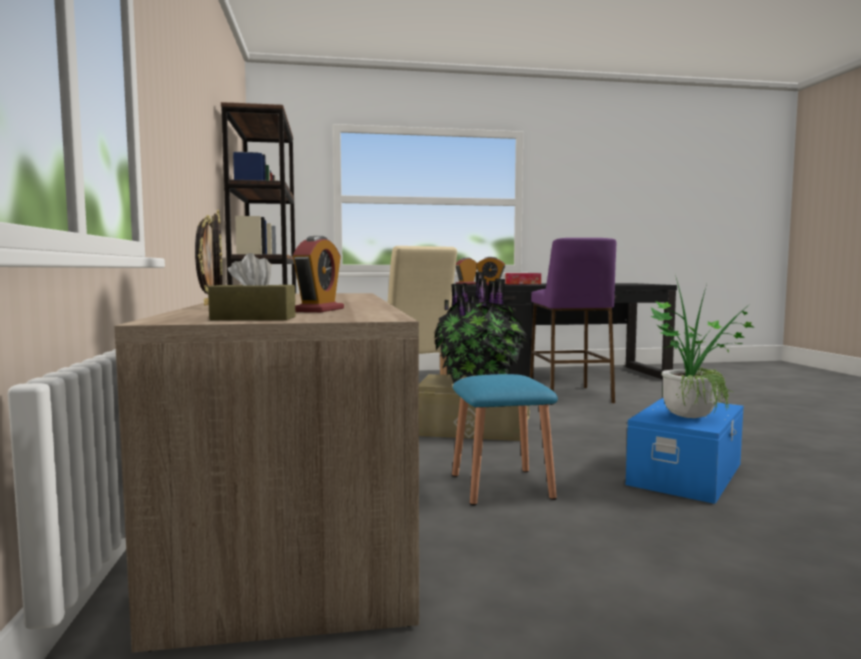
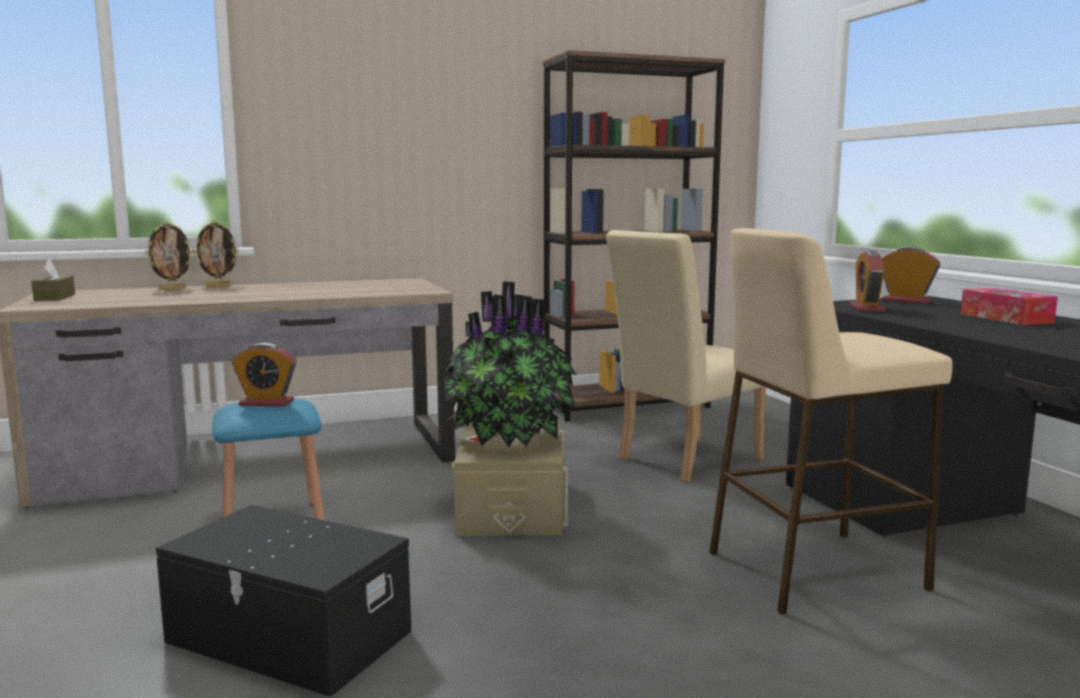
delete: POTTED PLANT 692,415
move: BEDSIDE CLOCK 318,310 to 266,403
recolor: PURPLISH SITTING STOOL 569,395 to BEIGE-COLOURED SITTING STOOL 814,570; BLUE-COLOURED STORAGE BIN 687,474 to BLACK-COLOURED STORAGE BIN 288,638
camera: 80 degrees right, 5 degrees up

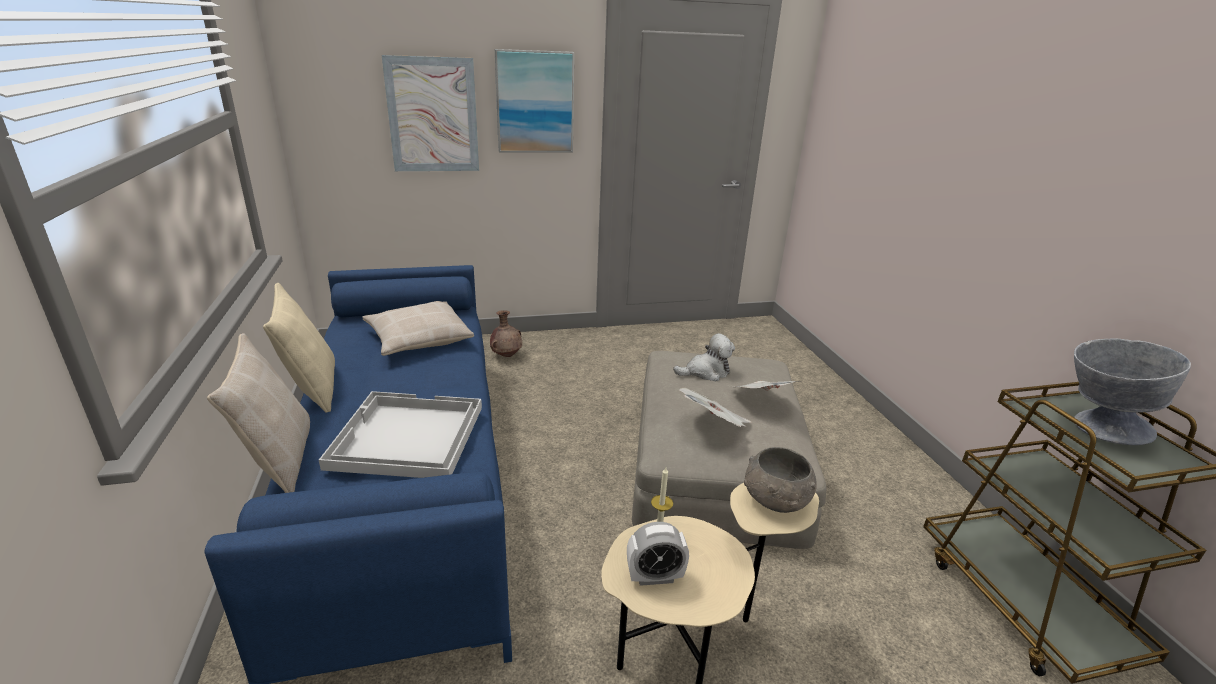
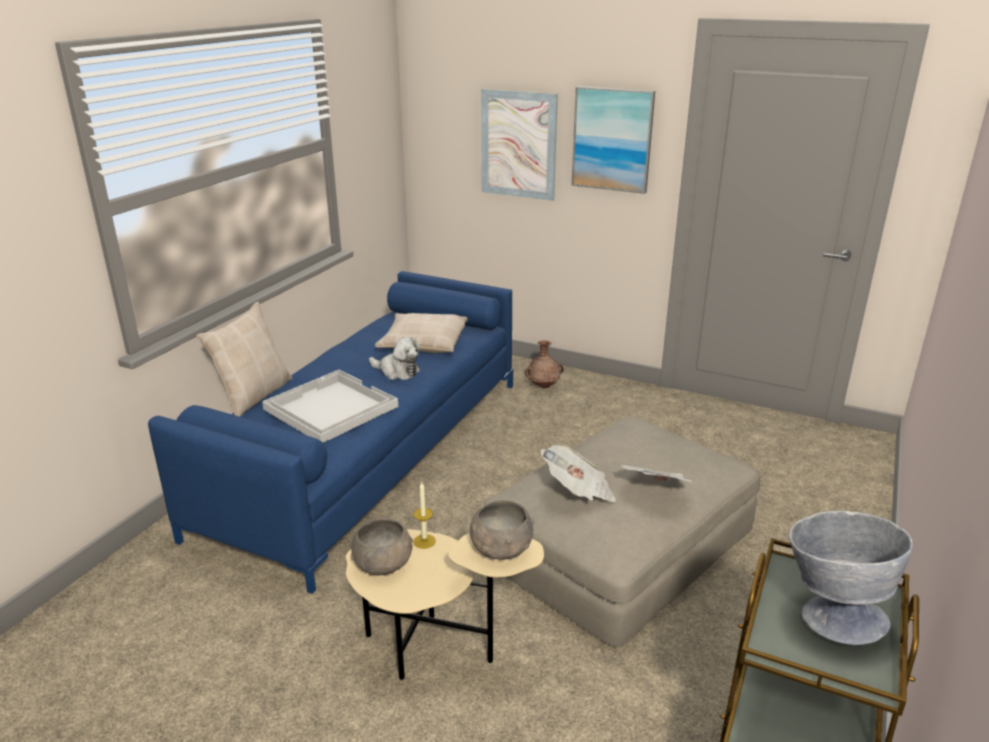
delete: BEIGE-COLOURED CUSHION 312,388
move: CUDDLY TOY 706,372 to 397,371
replace: BEDSIDE CLOCK 655,577 to GREY DEEP DISH 384,564
camera: 40 degrees right, 0 degrees up

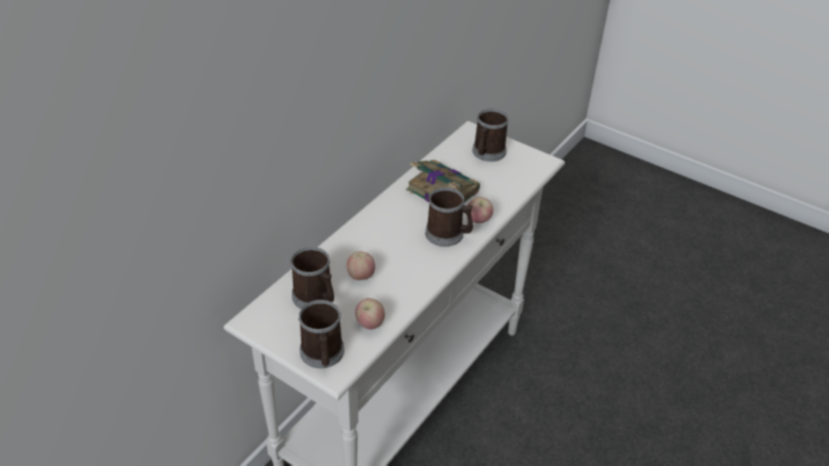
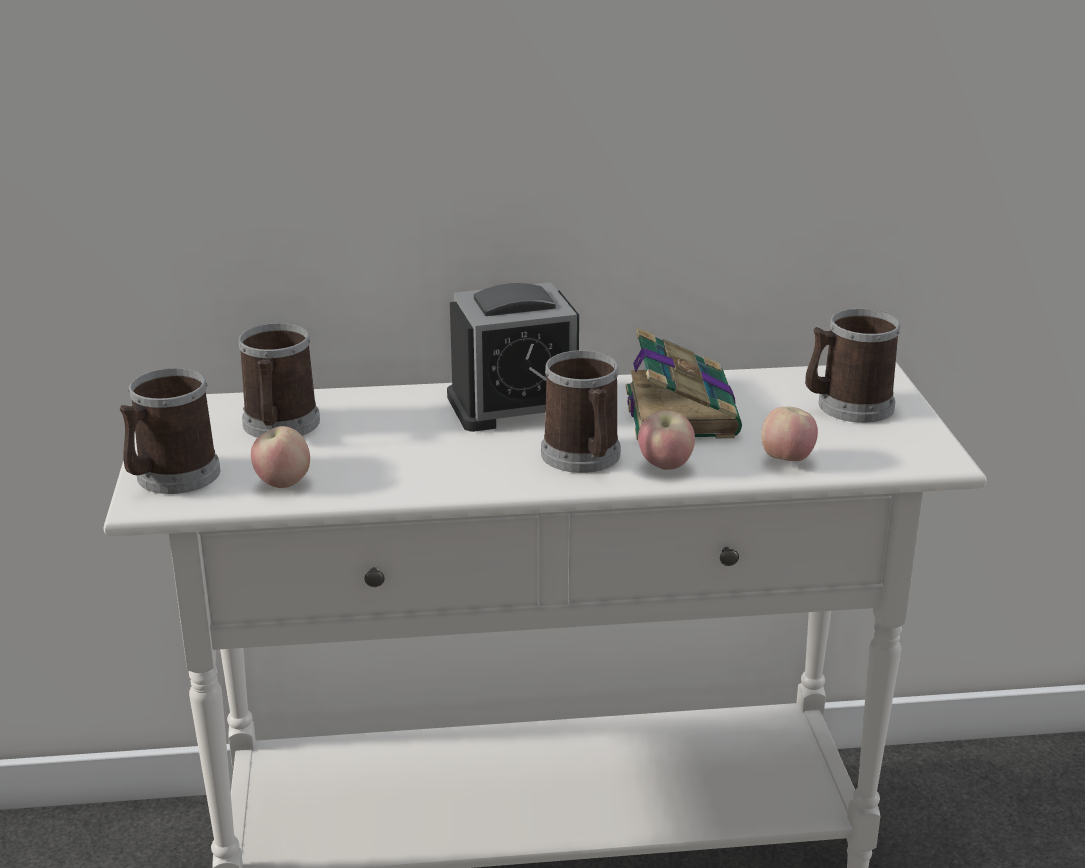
insert: BEDSIDE CLOCK 515,405
move: WHOLE APPLE 360,276 to 787,460
camera: 50 degrees right, 15 degrees down

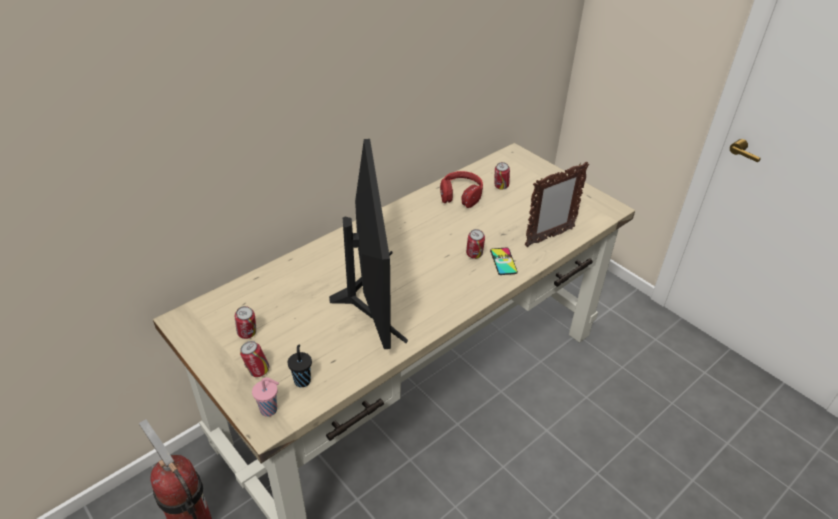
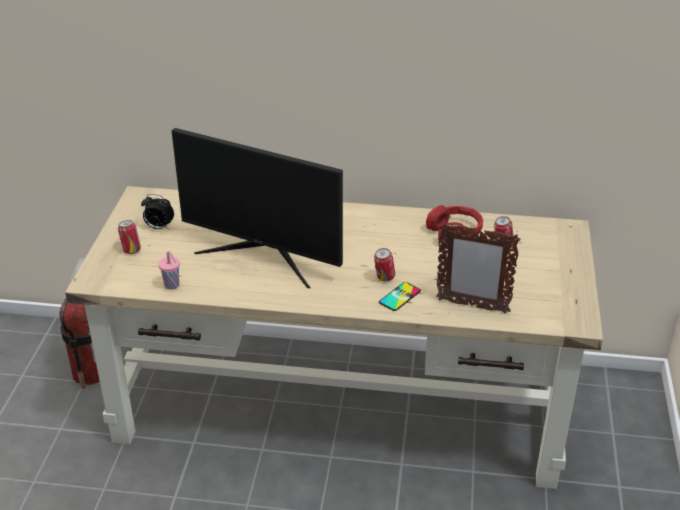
delete: BLACK-COLOURED CUP 302,380
move: PINKISH CUP 270,410 to 172,285
replace: METAL CAN 248,334 to BEDSIDE CLOCK 159,227
rotate: MONITOR 370,296 = 264,255 75 degrees clockwise
camera: 50 degrees right, 5 degrees down

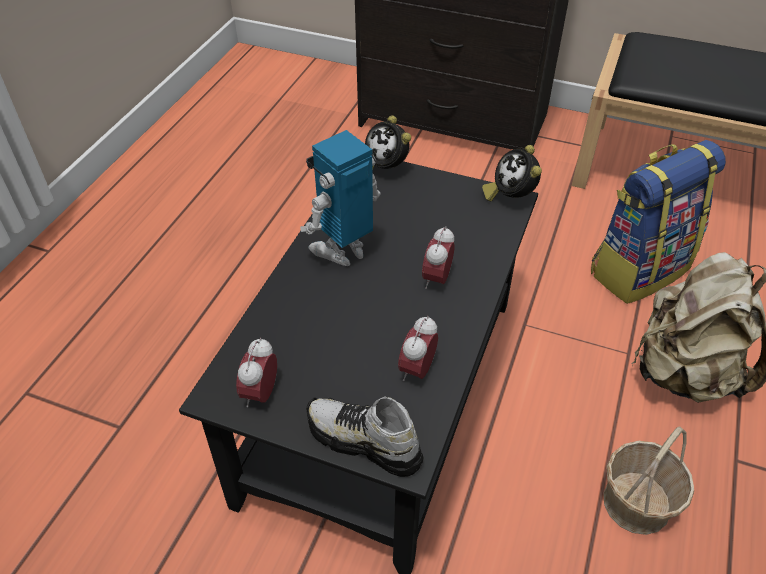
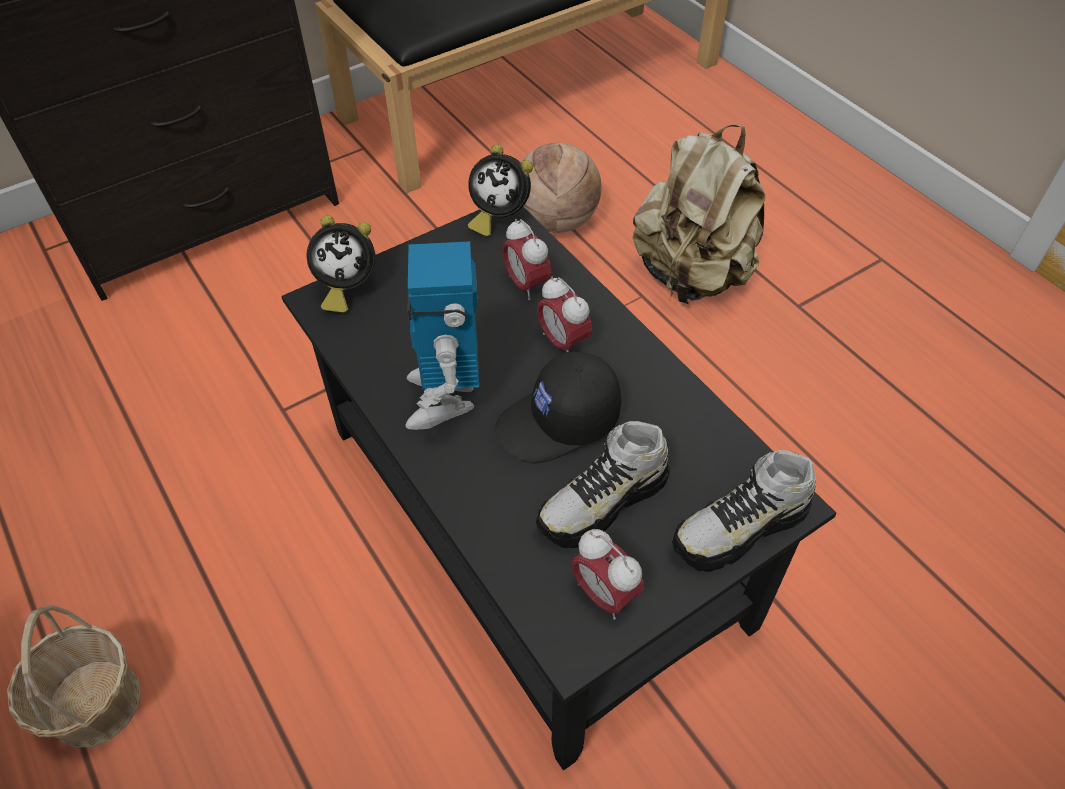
insert: BLACK-COLOURED BASEBALL CAP 558,423; LOW SHOE 603,503
move: BEDSIDE CLOCK 417,370 to 526,284; STORAGE BASKET 635,503 to 95,704
replace: RUCKSACK 638,269 to BASKETBALL 556,222
camera: 55 degrees left, 5 degrees up

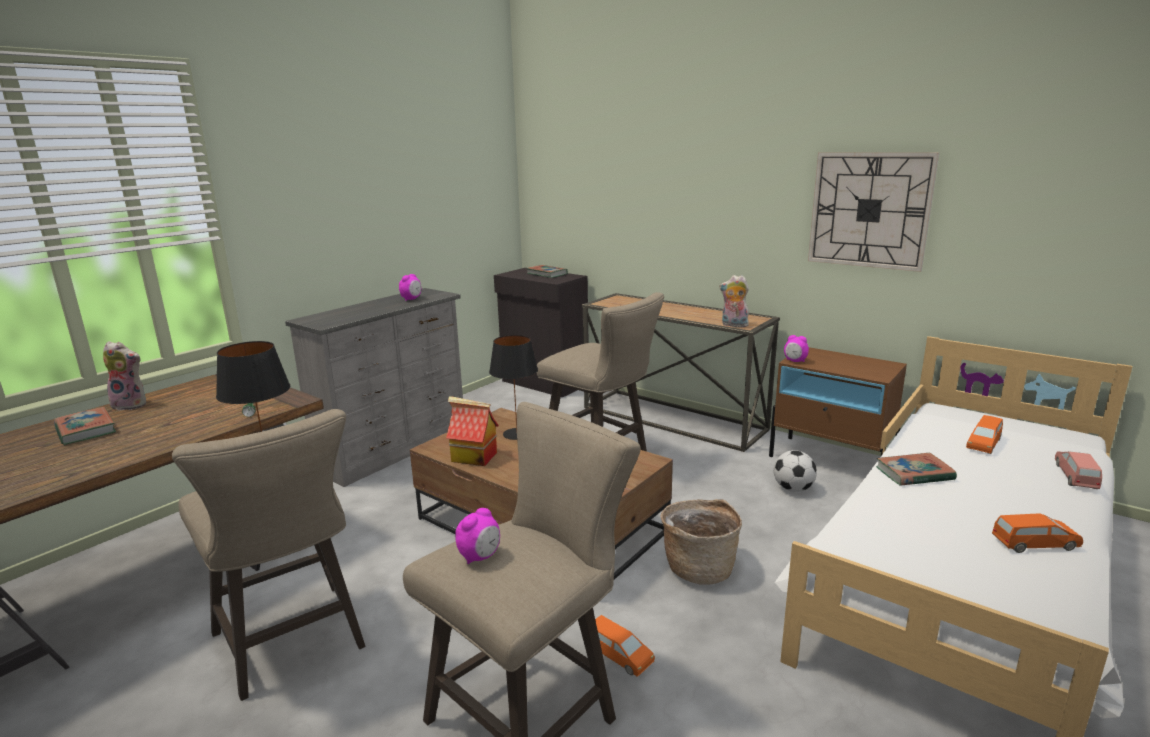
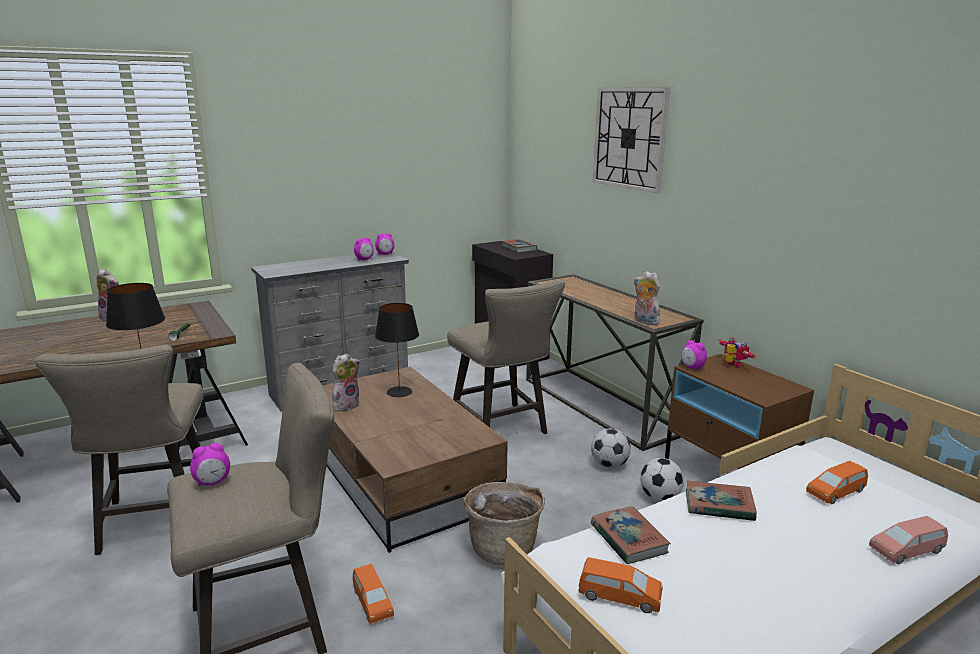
insert: BEDSIDE CLOCK 385,254; BALL FOR FOOTBALL 609,465; ROBOT FIGURE 732,365
move: VOLUME 85,430 to 628,539; CLOCK ON THE WALL 869,210 to 629,138; ORANGEY MODEL CAR 1034,544 to 619,596
replace: MODEL HOUSE 473,457 to CUDDLY TOY 346,405
rotate: PINKISH MODEL CAR 1076,477 = 906,550 150 degrees counterclockwise
camera: 20 degrees right, 0 degrees up

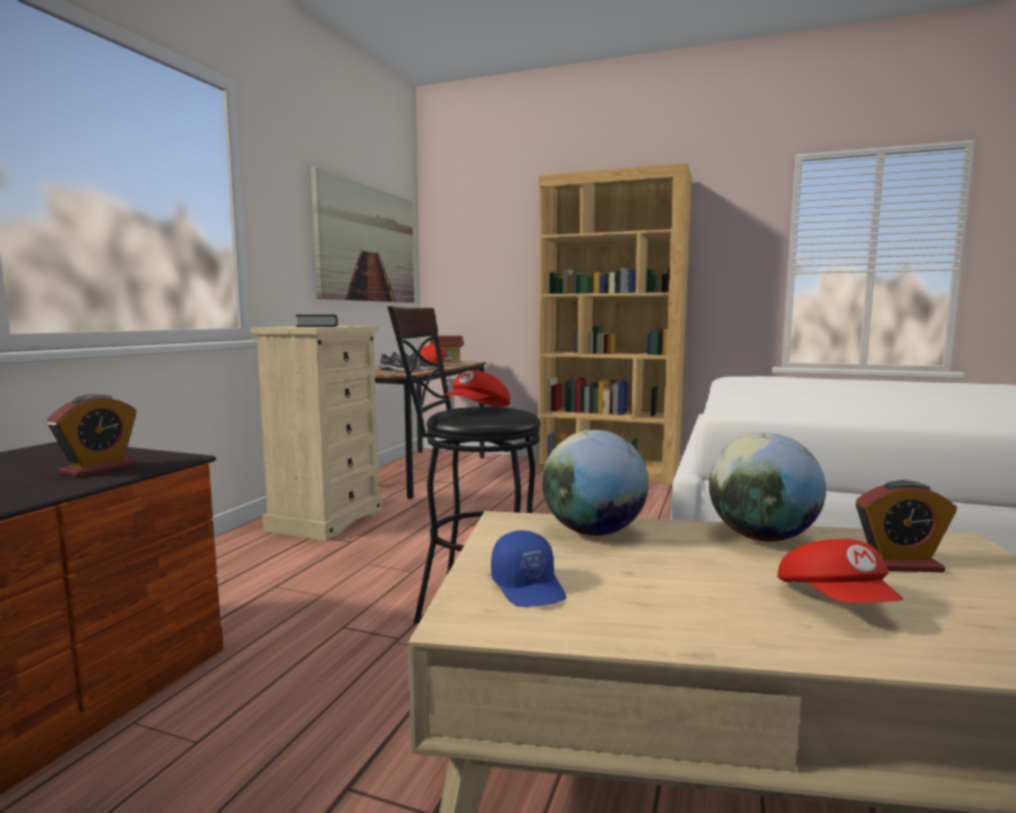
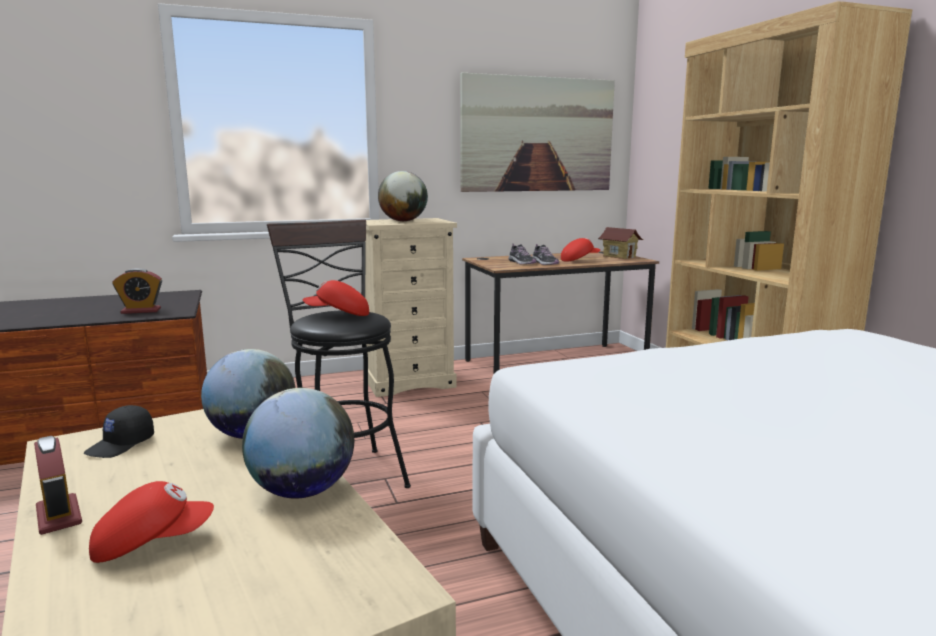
move: BEDSIDE CLOCK 899,564 to 59,515
replace: BLACK-COLOURED VOLUME 316,326 to WORLD GLOBE 403,221
recolor: BLUE-COLOURED BASEBALL CAP 529,587 to BLACK-COLOURED BASEBALL CAP 121,445
rotate: RED BASEBALL CAP 836,602 = 152,543 150 degrees counterclockwise
camera: 50 degrees right, 5 degrees up

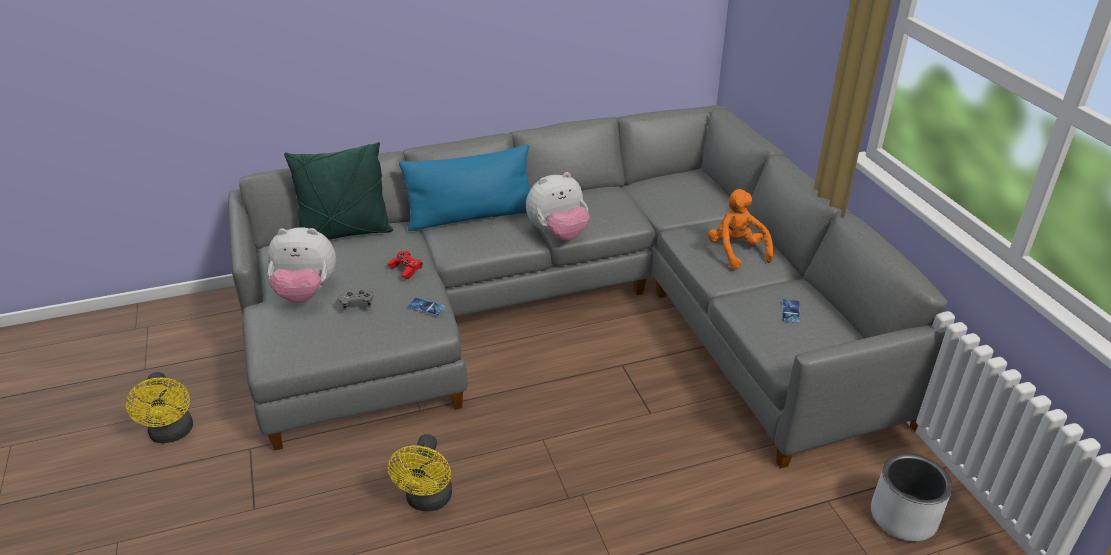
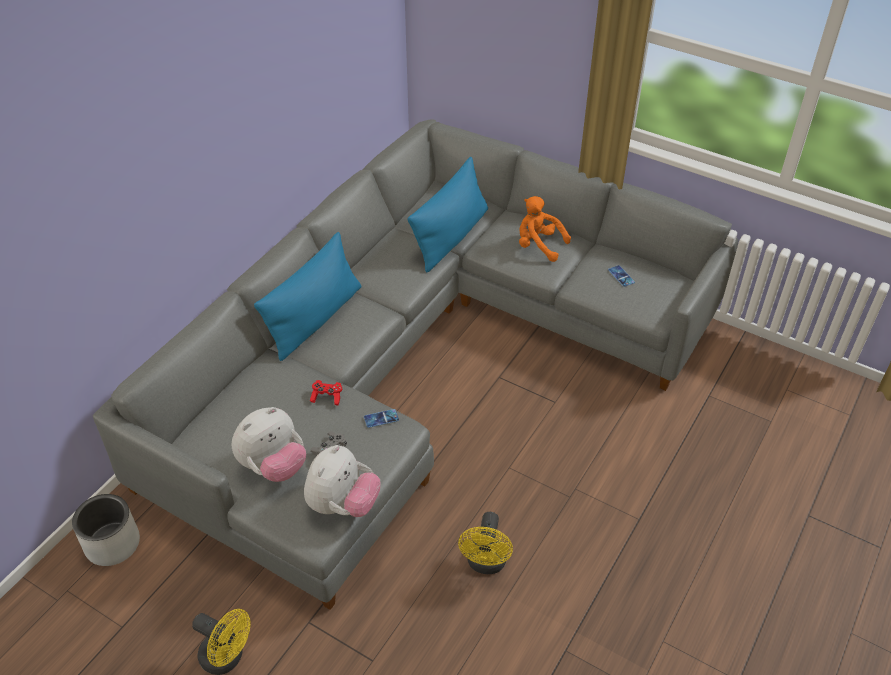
delete: GREENISH CUSHION 345,233
insert: BLUE-COLOURED CUSHION 451,237
move: CUDDLY TOY 558,234 to 343,504; GREY PLANT POT 903,517 to 113,544
rotate: YELLOW-COLOURED ELECTRIC FAN 428,501 = 486,564 45 degrees clockwise
camera: 40 degrees left, 10 degrees up

